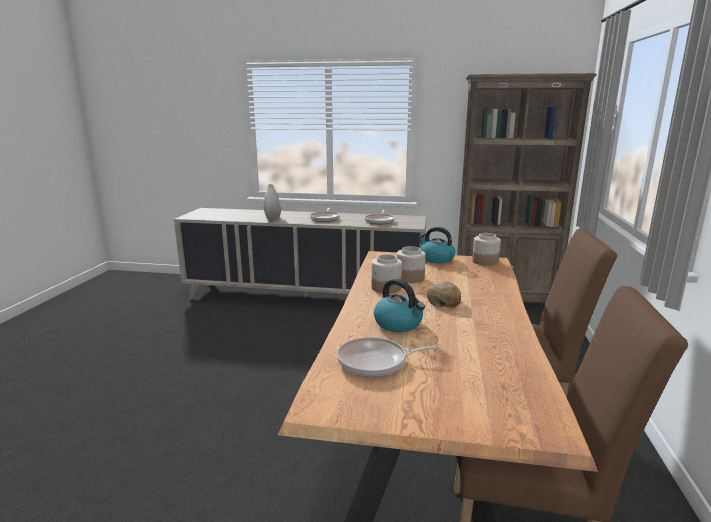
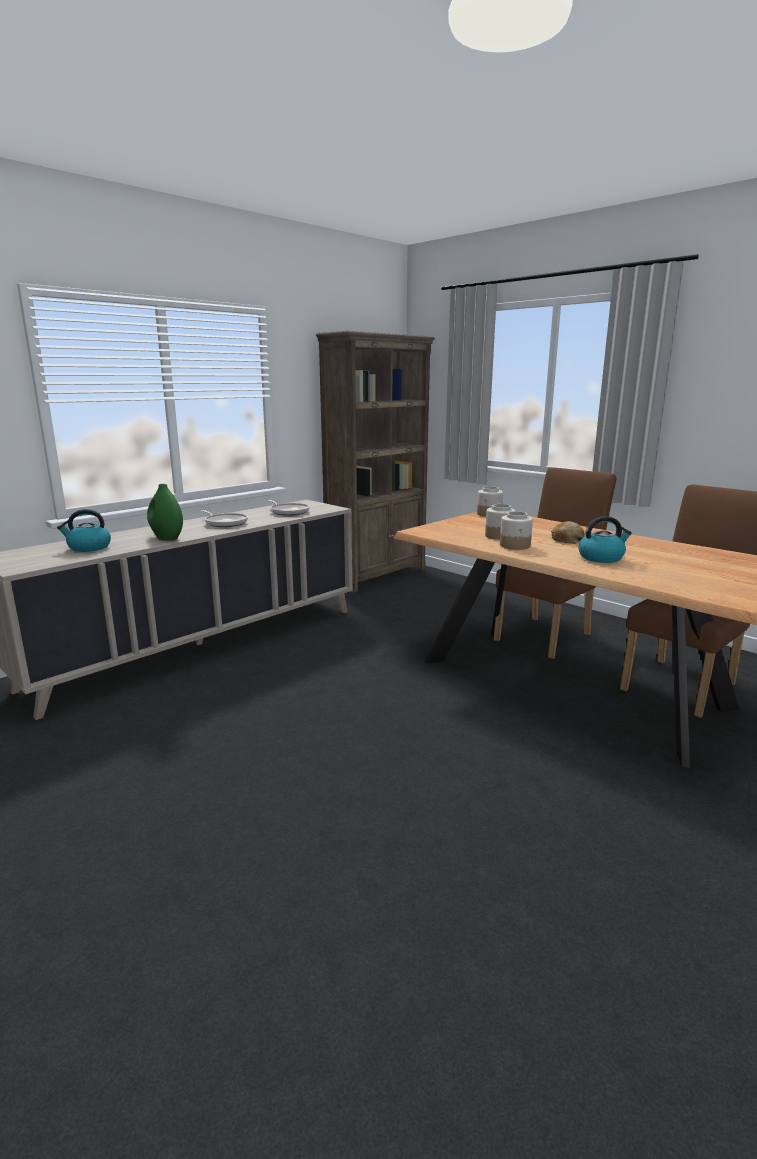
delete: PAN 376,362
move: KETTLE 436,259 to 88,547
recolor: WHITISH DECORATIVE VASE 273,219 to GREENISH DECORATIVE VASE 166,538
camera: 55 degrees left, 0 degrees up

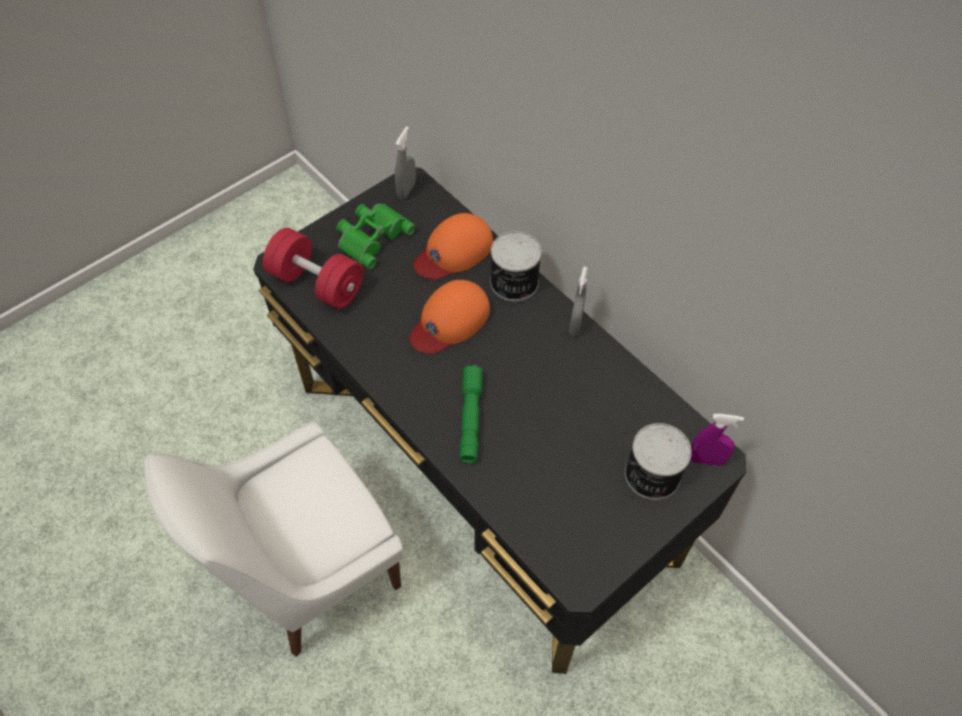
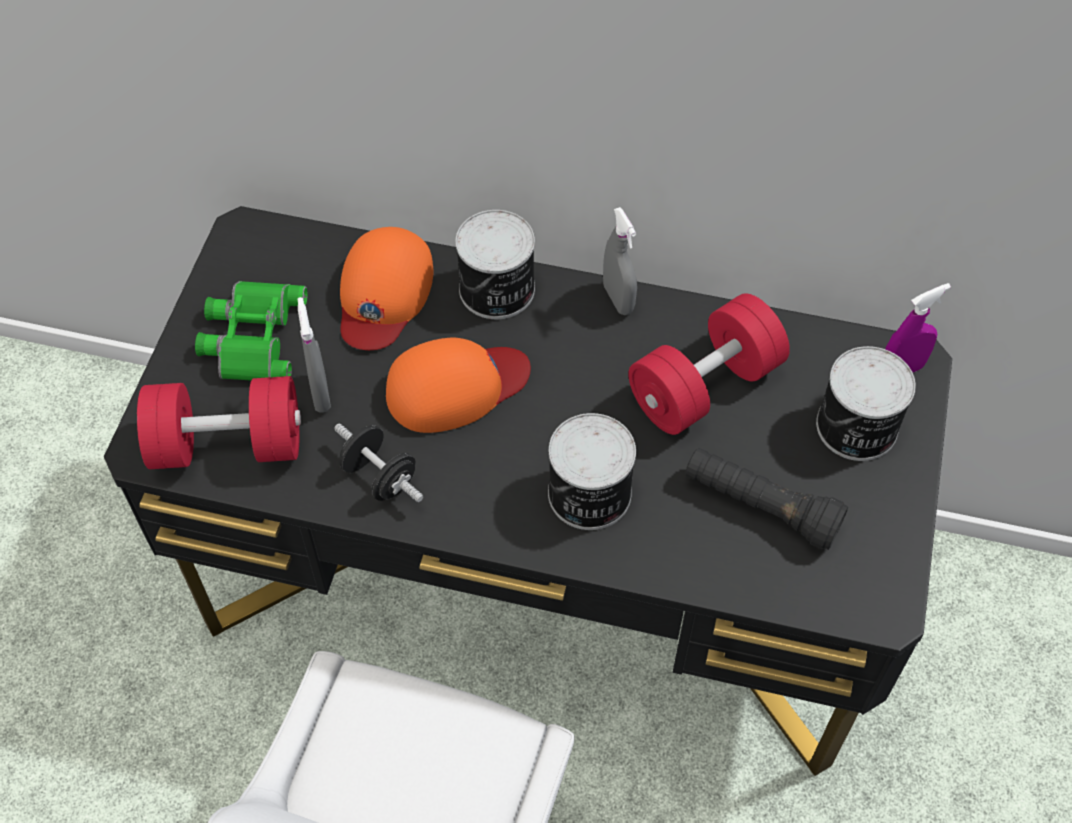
insert: BLACK-COLOURED DUMBBELL 379,477; RED DUMBBELL 705,386; BLACK-COLOURED FLASHLIGHT 760,507
move: GREY SPRAY BOTTLE 406,190 to 320,393
replace: GREENISH FLASHLIGHT 470,418 to METAL CAN 589,495
rotate: ORANGEY BASEBALL CAP 450,320 = 456,387 120 degrees counterclockwise
camera: 35 degrees left, 0 degrees up

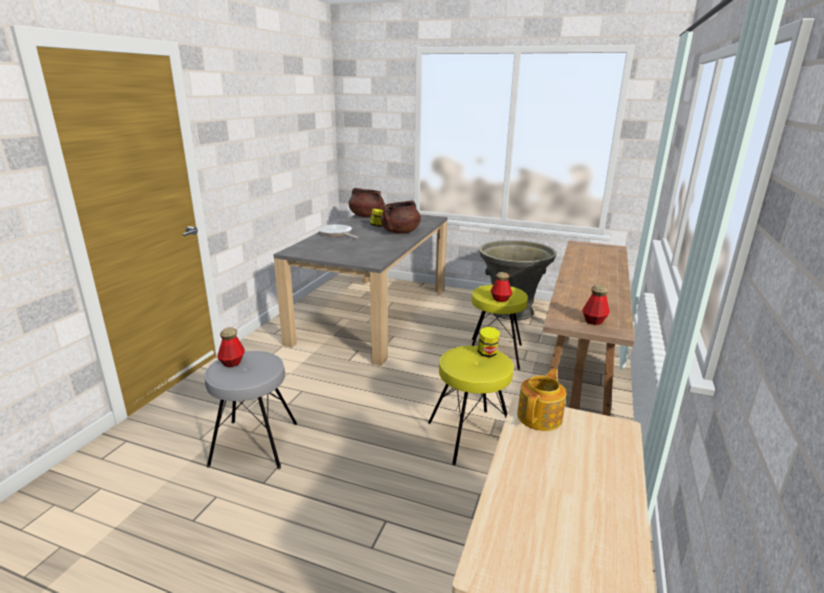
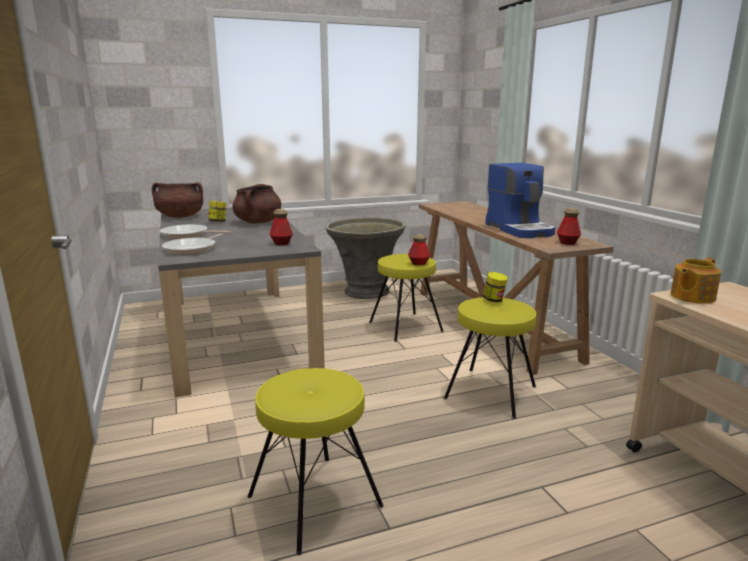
insert: PAN 192,249; COFFEE MACHINE 520,229
move: DRINK BOTTLE 232,362 to 281,243
recolor: GREY SITTING STOOL 254,443 to YELLOW-COLOURED SITTING STOOL 313,501
rotate: POT FOR TEA 540,417 = 691,297 120 degrees counterclockwise
camera: 40 degrees left, 5 degrees down

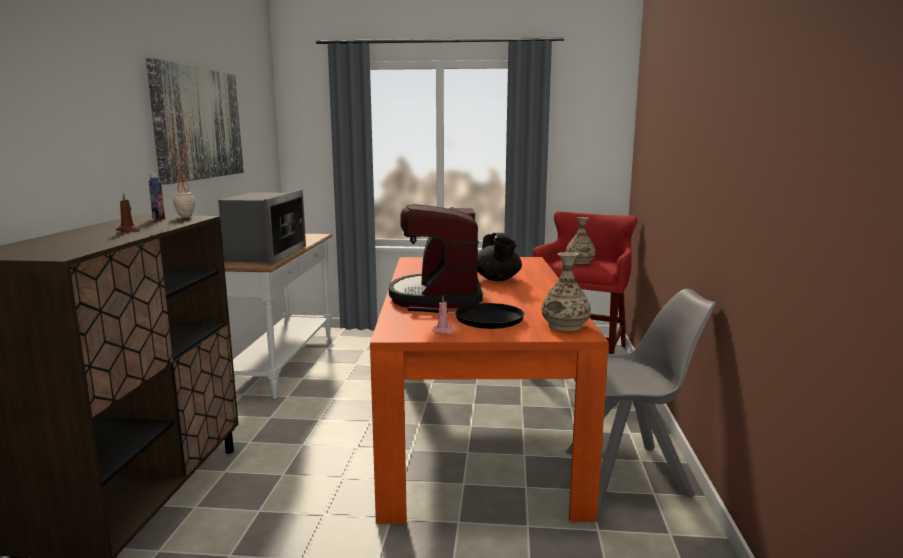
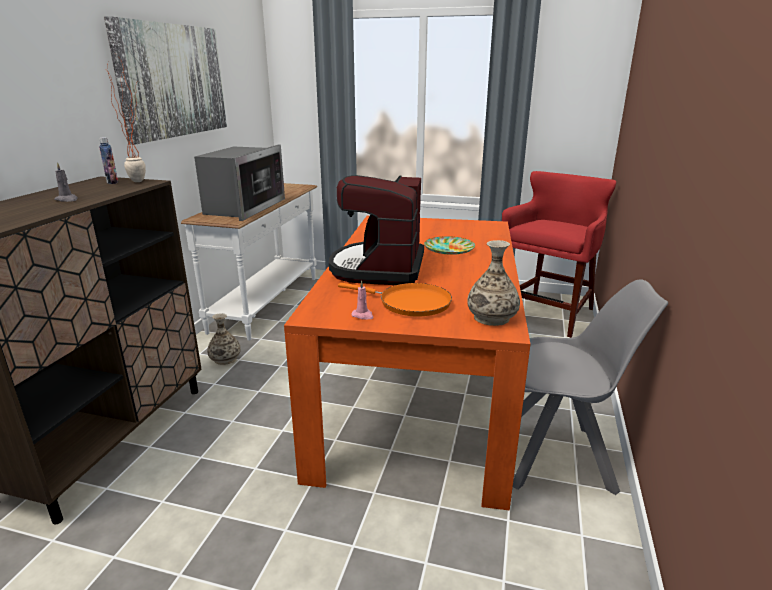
move: DECORATIVE VASE 580,262 to 225,359
replace: BLACK-COLOURED POT FOR TEA 497,279 to FLAT DISH 448,249
recolor: BROWN-COLOURED CANDLE 128,230 to GREY CANDLE 67,200; BLACK-COLOURED PAN 483,320 to ORANGEY PAN 409,303
camera: 10 degrees right, 10 degrees up

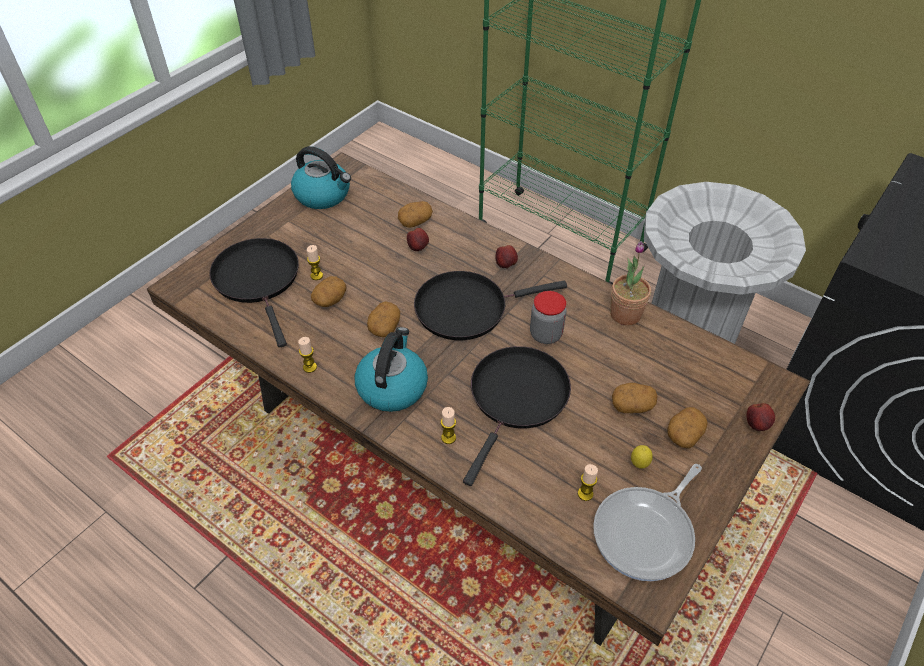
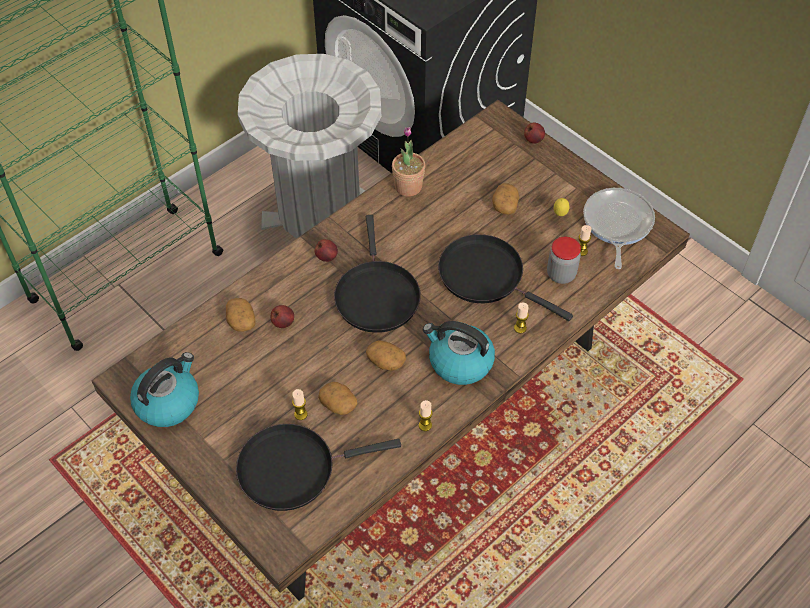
delete: WHOLE POTATO 684,434
move: JAR 545,334 to 561,274
rotate: PAN 646,533 = 616,224 135 degrees counterclockwise
camera: 80 degrees left, 5 degrees up

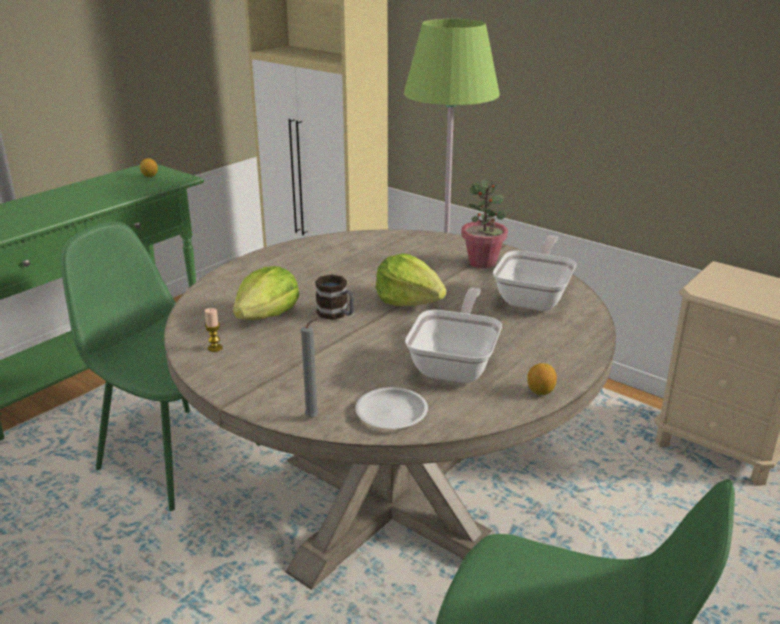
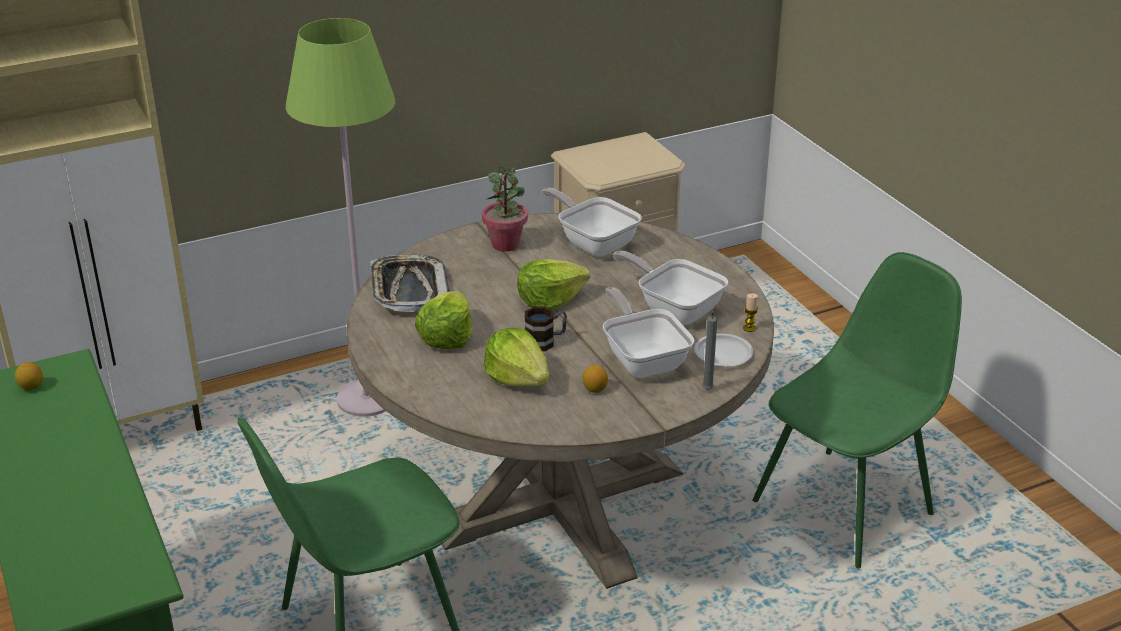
insert: CARRYING TRAY 408,289; LETTUCE 446,337; PAN 643,359
move: CANDLE 215,348 to 749,328; CITRUS FRUIT 540,391 to 594,389
camera: 65 degrees left, 5 degrees up

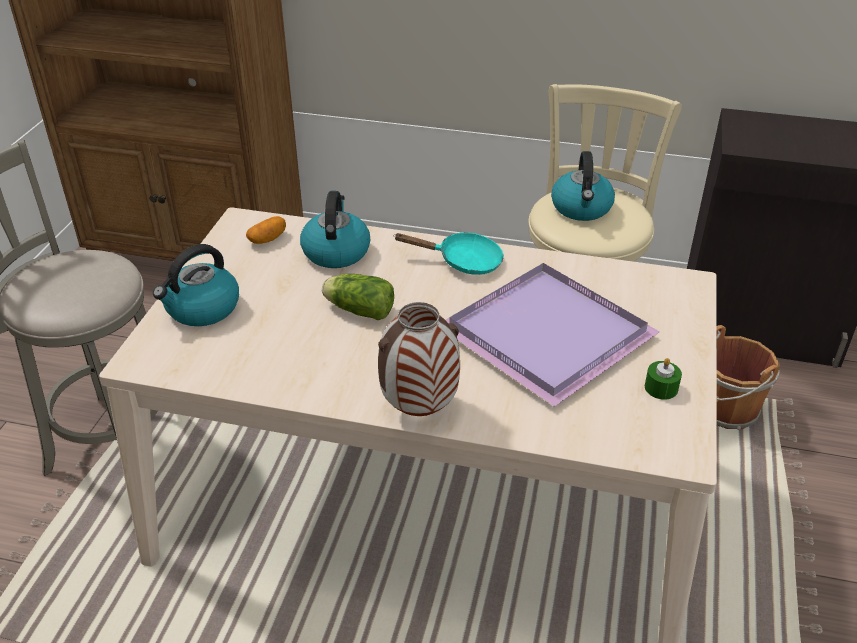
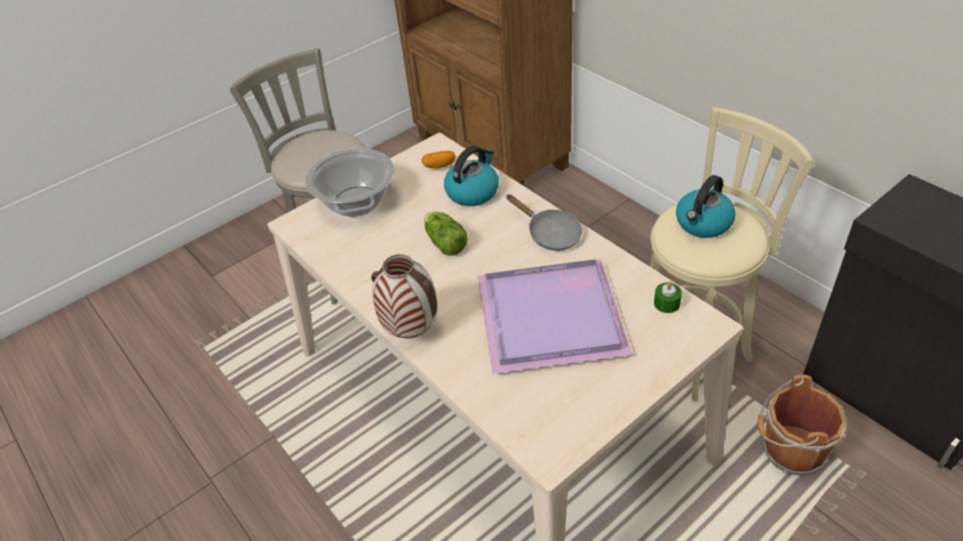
move: GREENISH CANDLE 661,388 to 666,303
replace: KETTLE 202,309 to SAUCEPOT 356,202
recolor: BLUE-GREEN PAN 463,261 to GREY PAN 550,234
camera: 40 degrees right, 5 degrees up

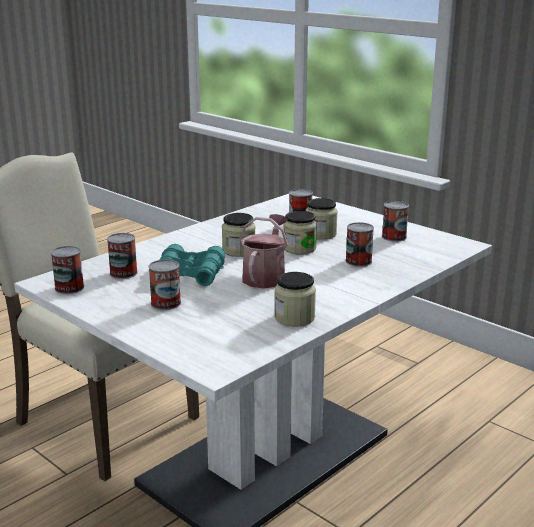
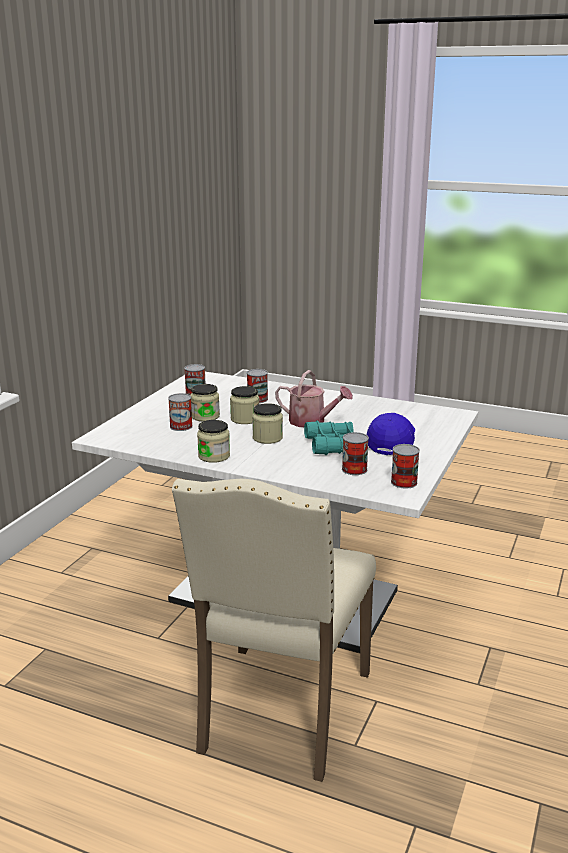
move: JAR 294,318 to 214,456
replace: METAL CAN 166,303 to BLUE-COLOURED BASEBALL CAP 391,443
rotate: WATERING POT 265,276 = 312,421 150 degrees counterclockwise
camera: 110 degrees left, 0 degrees up

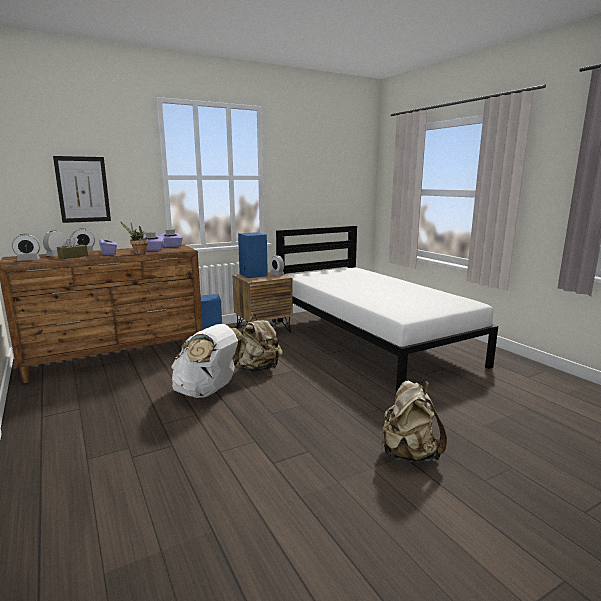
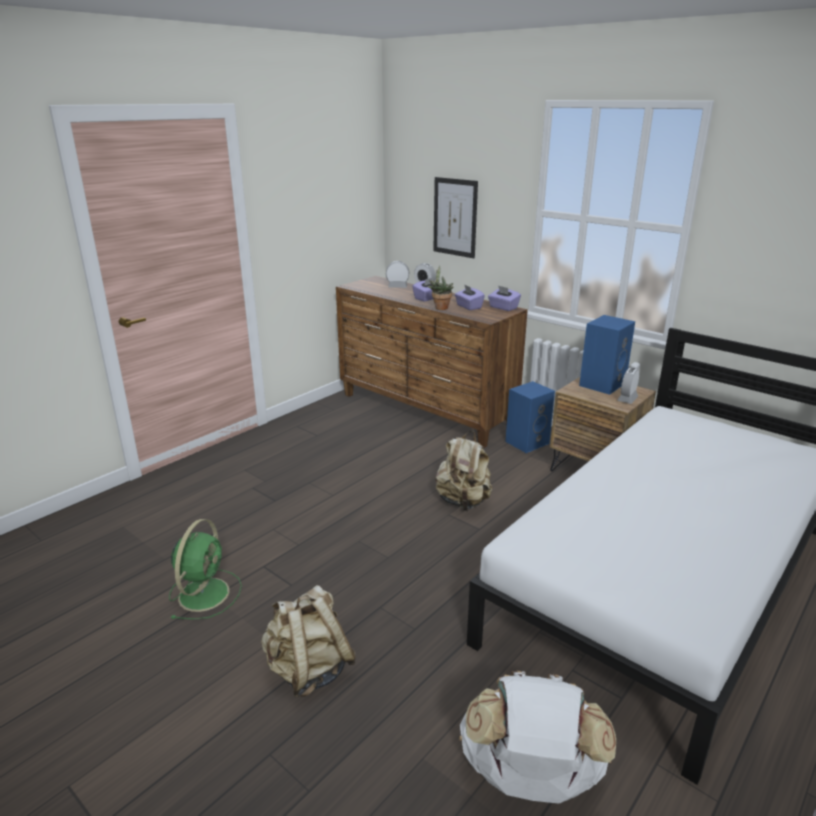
delete: BEDSIDE CLOCK 28,260; BROWN-COLOURED TISSUE BOX 73,256
insert: GREENISH ELECTRIC FAN 205,592
move: WHITISH RUCKSACK 207,392 to 529,777
camera: 70 degrees right, 10 degrees up

